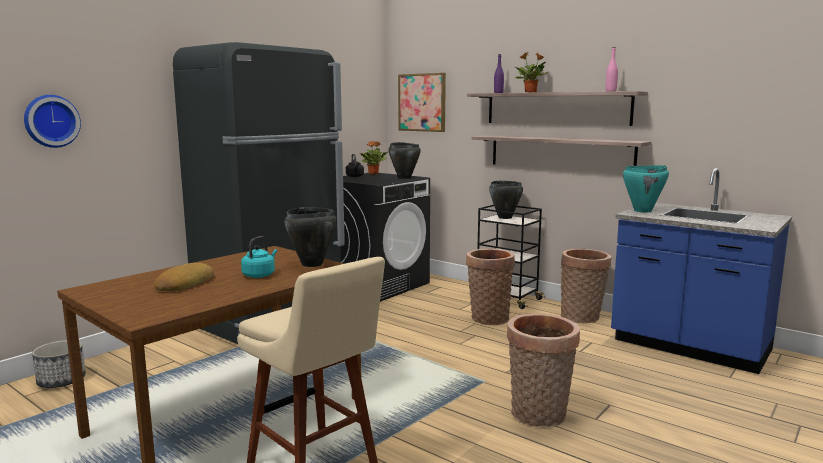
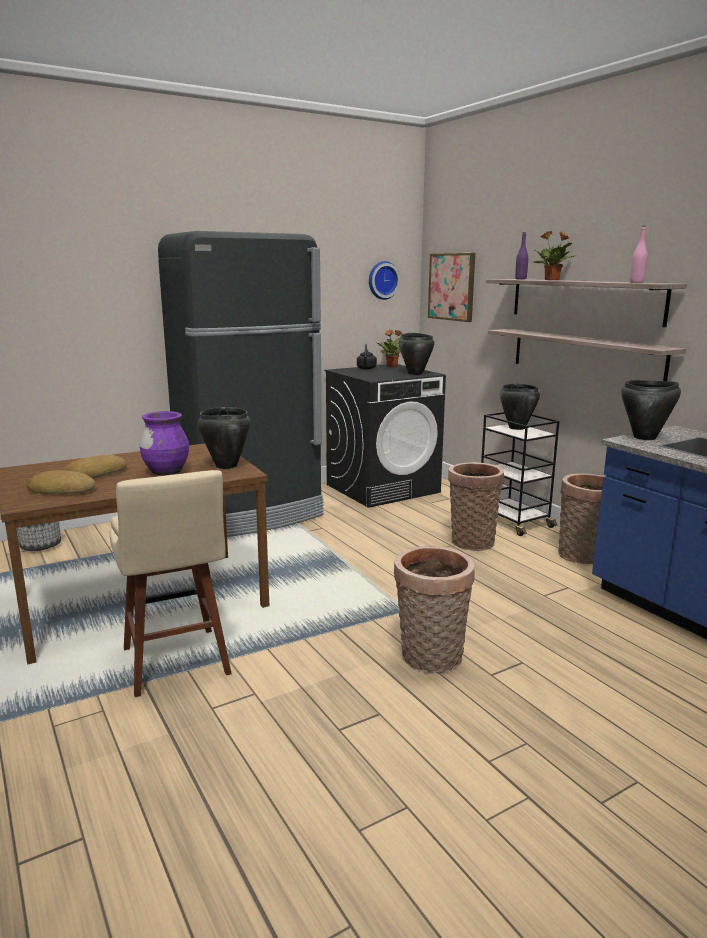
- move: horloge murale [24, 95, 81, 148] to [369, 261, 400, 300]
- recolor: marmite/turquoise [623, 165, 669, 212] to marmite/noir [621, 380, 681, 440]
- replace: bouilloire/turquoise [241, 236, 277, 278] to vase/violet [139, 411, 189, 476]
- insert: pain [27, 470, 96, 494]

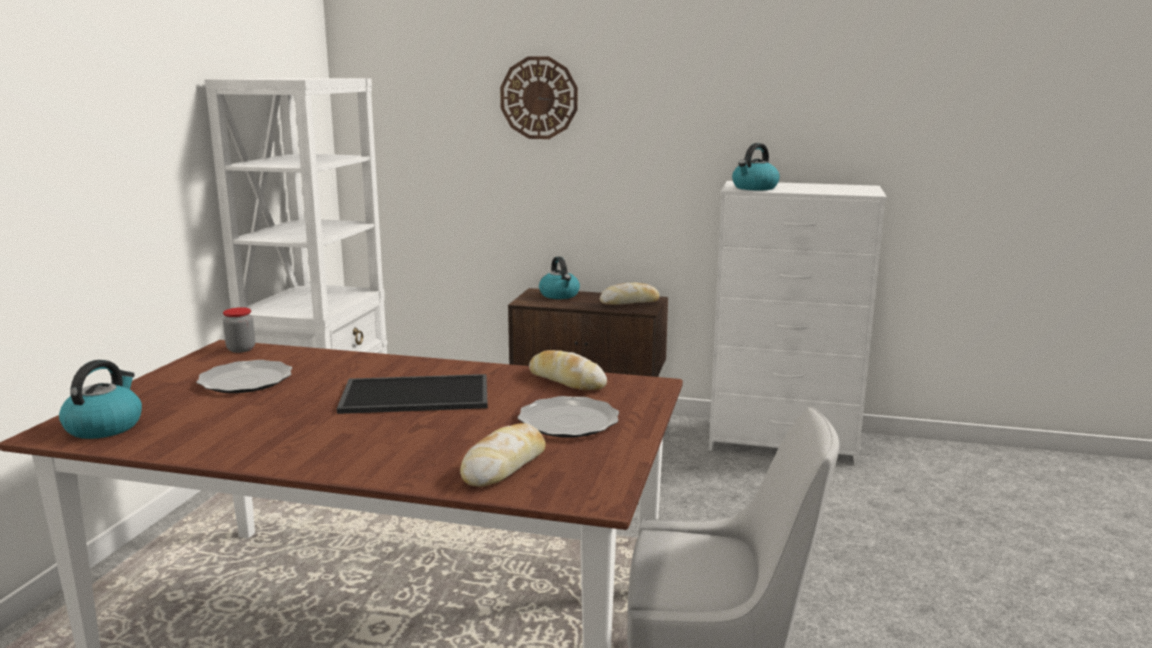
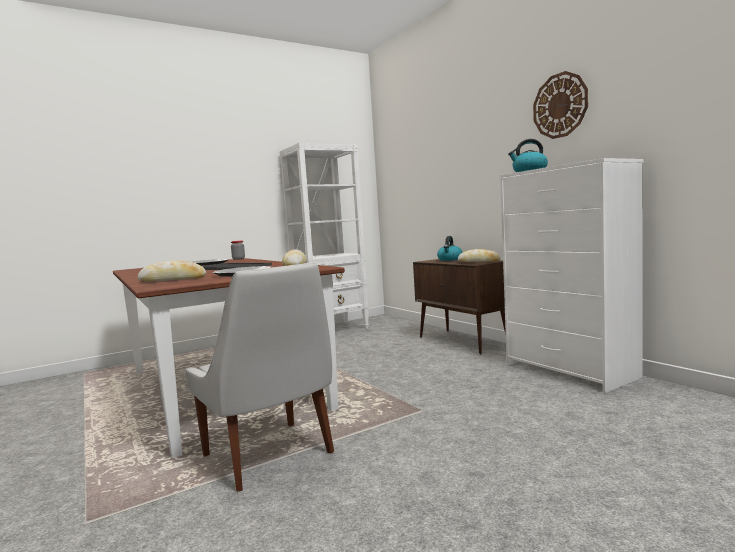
- move: horloge murale [500, 56, 578, 139] to [533, 71, 588, 139]
- delete: bouilloire [59, 360, 142, 439]

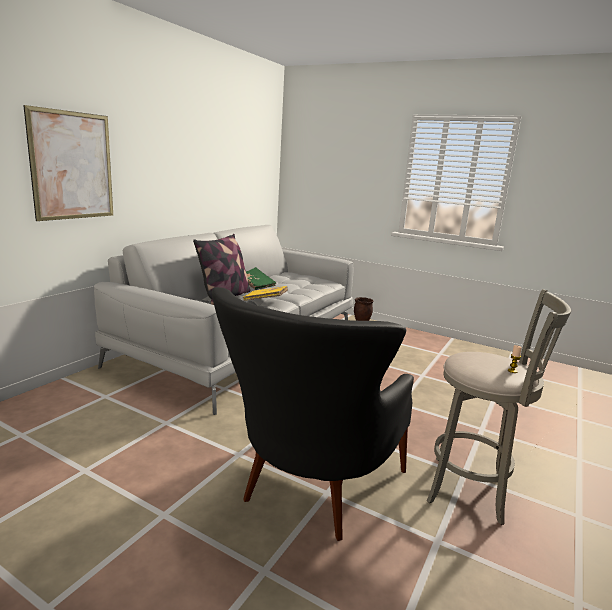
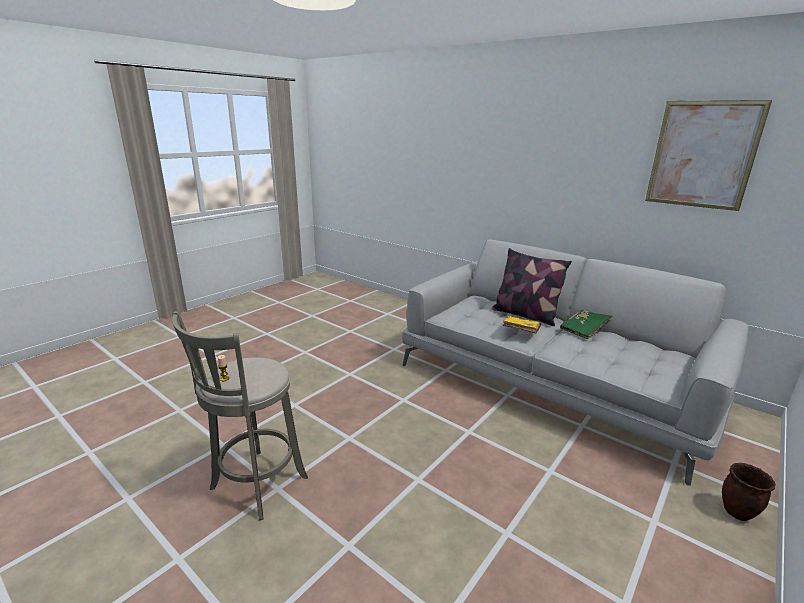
- move: tableau [23, 105, 113, 221] to [645, 100, 772, 211]
- delete: fauteuil/noir [212, 287, 414, 541]

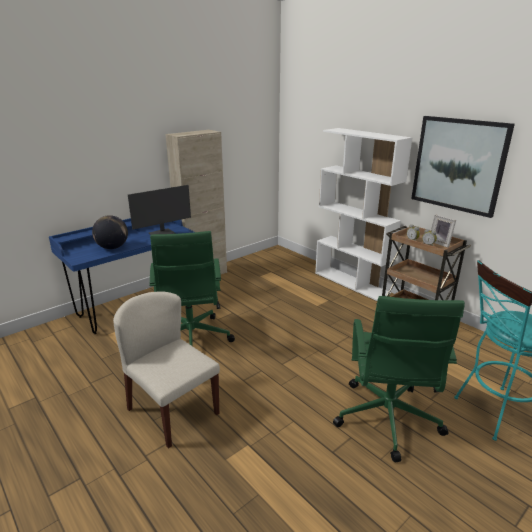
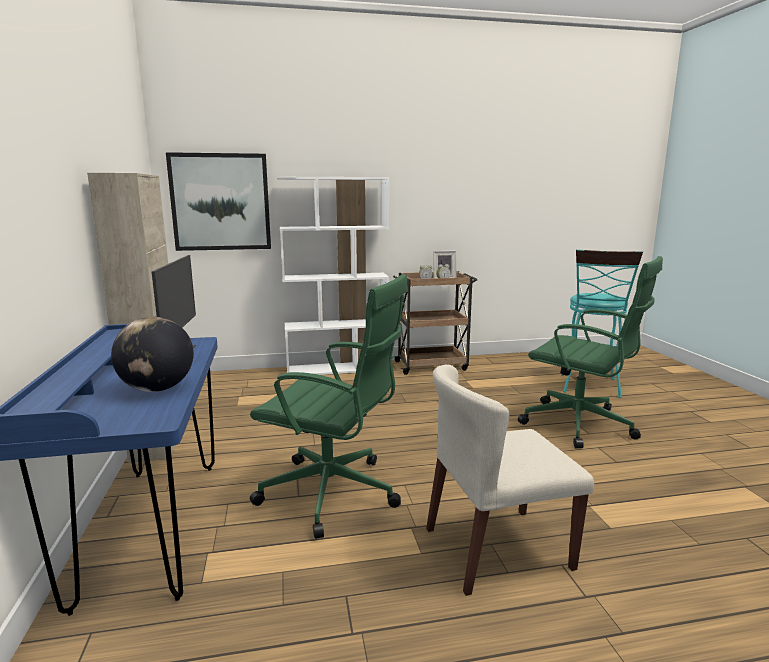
- move: tableau [411, 116, 515, 218] to [166, 152, 271, 251]

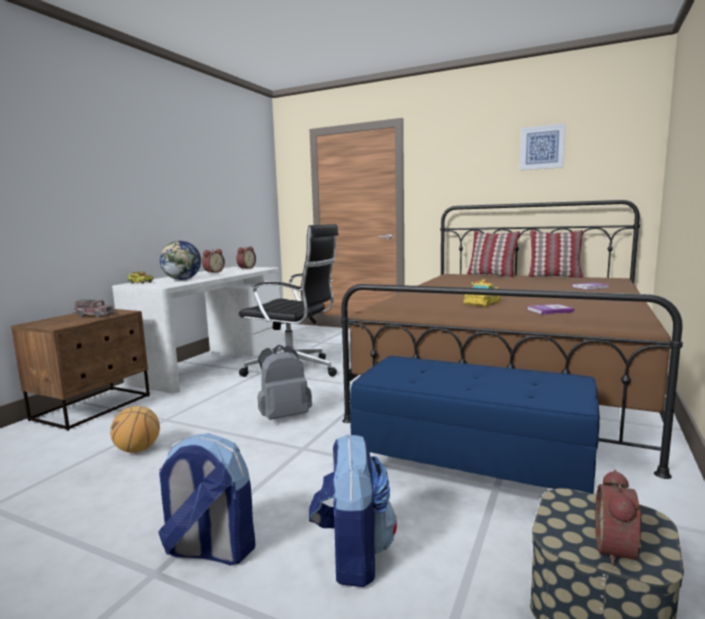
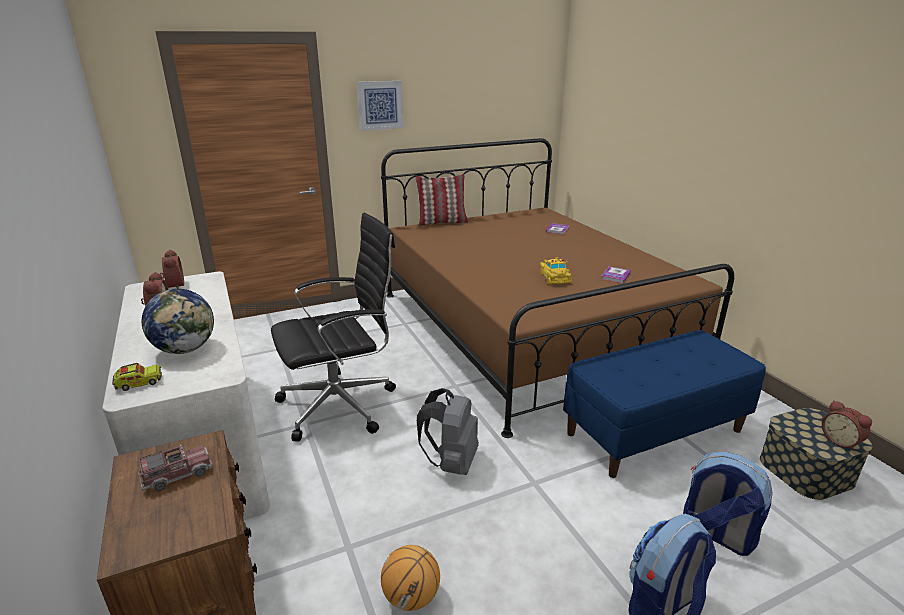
- move: tableau [520, 123, 566, 170] to [357, 81, 403, 131]
- delete: coussin [528, 230, 583, 278]

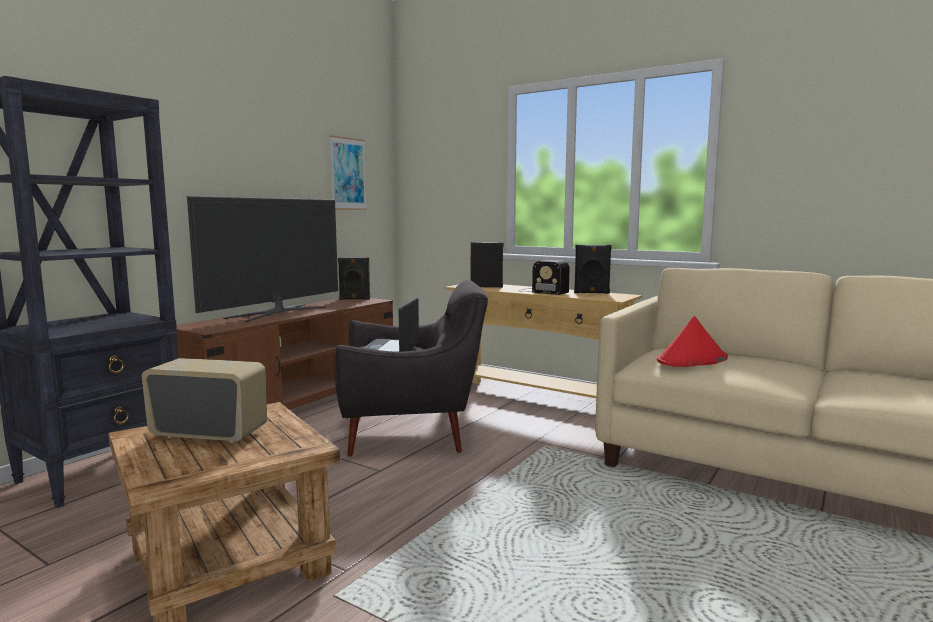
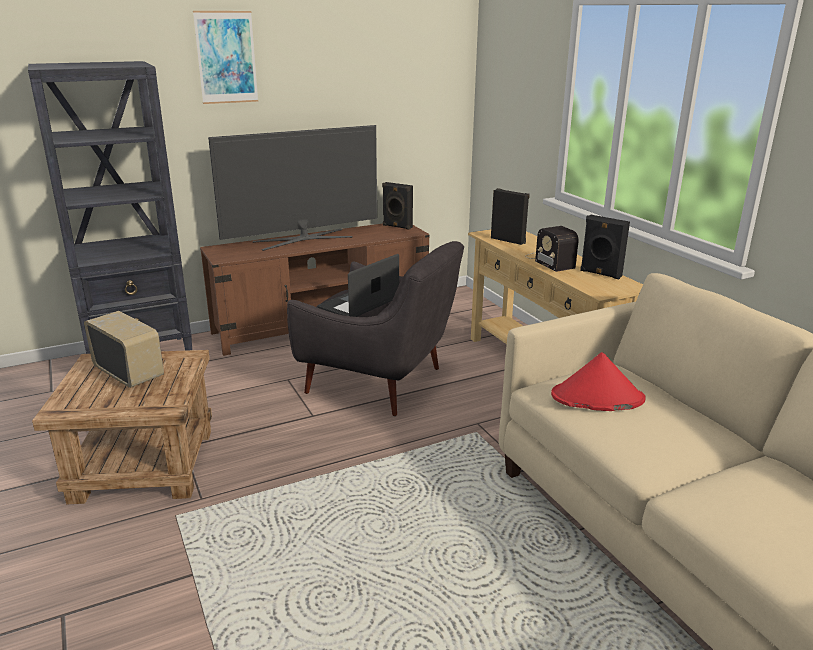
- move: tableau [330, 135, 367, 210] to [193, 11, 258, 104]

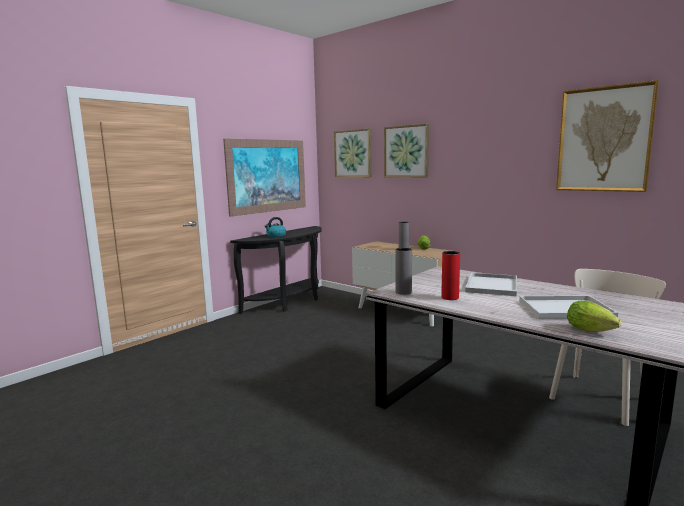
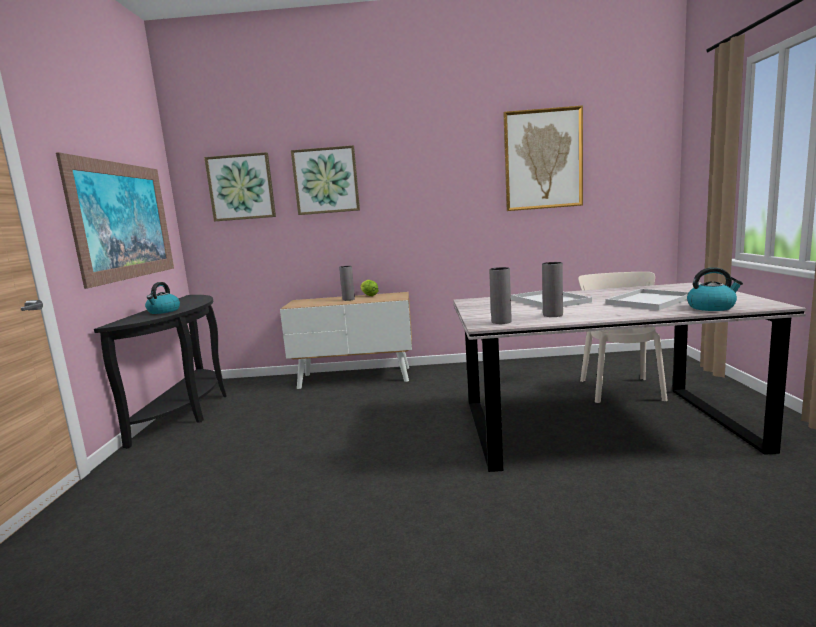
- recolor: vase/rouge [441, 251, 460, 300] to vase/gris [542, 262, 563, 317]
- replace: laitue [567, 301, 621, 332] to bouilloire [687, 267, 743, 311]

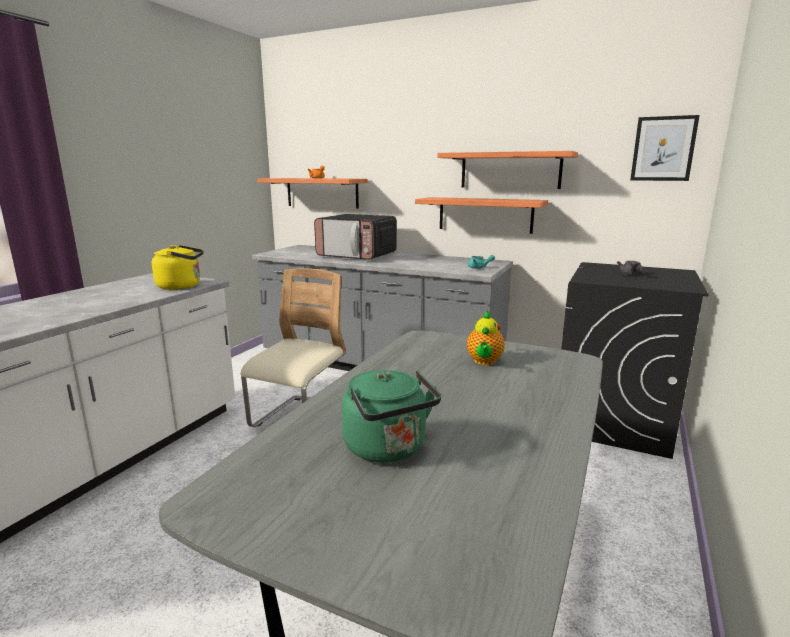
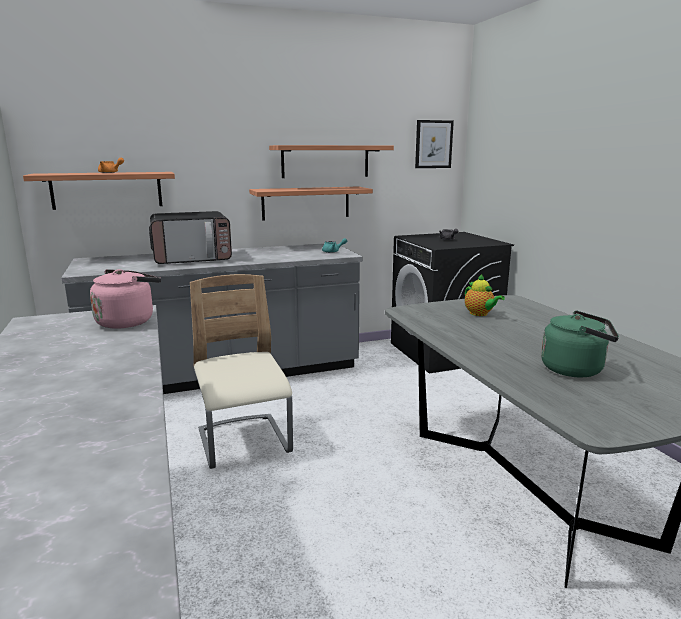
- recolor: bouilloire/jaune [152, 245, 204, 290] to bouilloire/rose [90, 269, 161, 329]

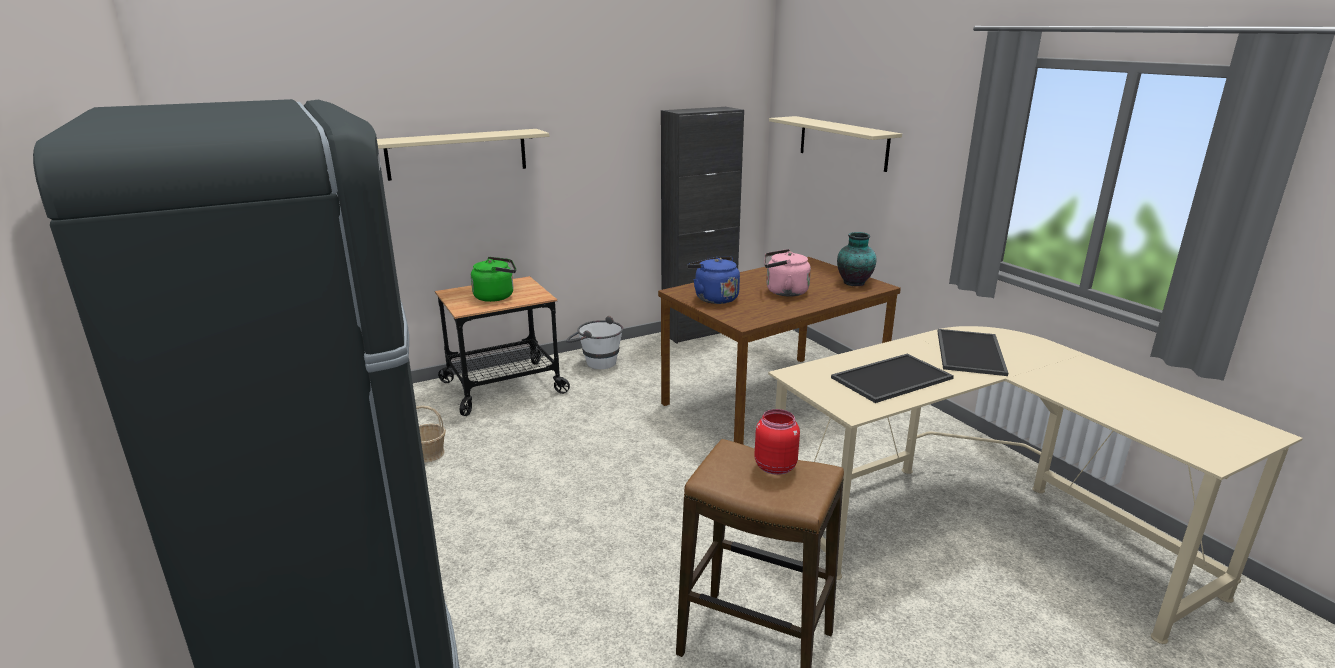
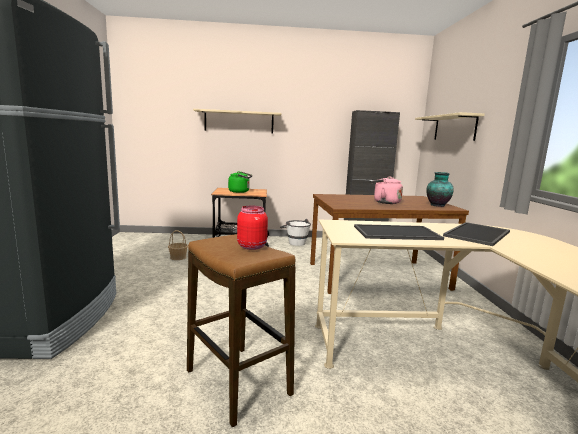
- delete: bouilloire/bleu [687, 257, 740, 304]

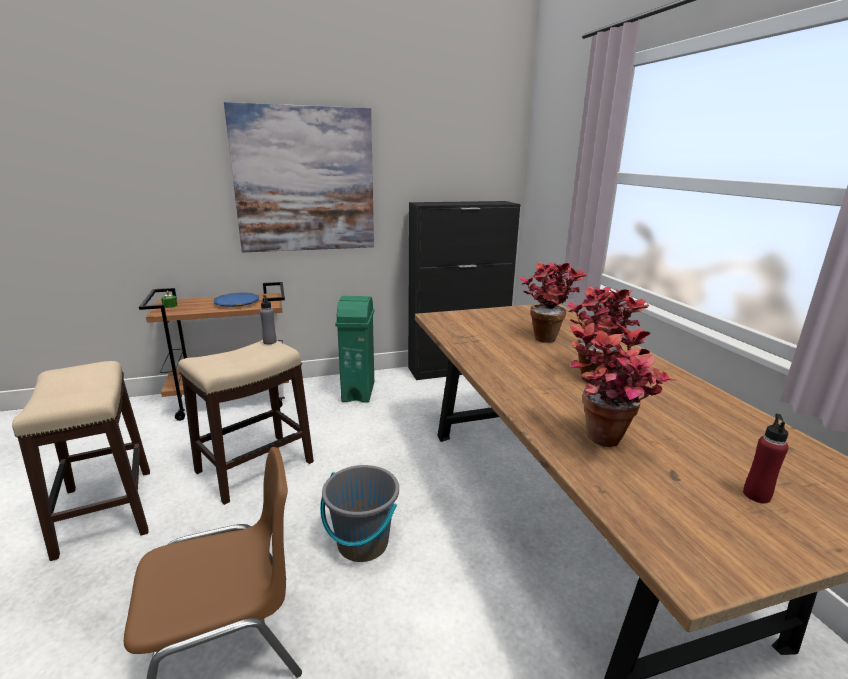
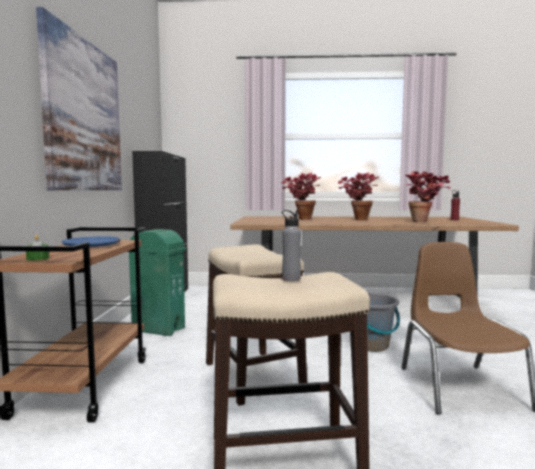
- move: bouteille/gris [260, 295, 276, 344] to [282, 210, 301, 281]

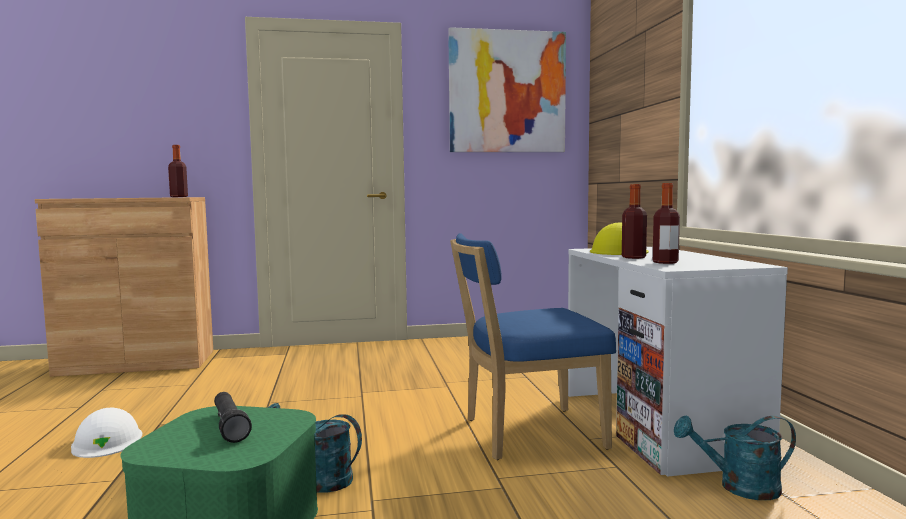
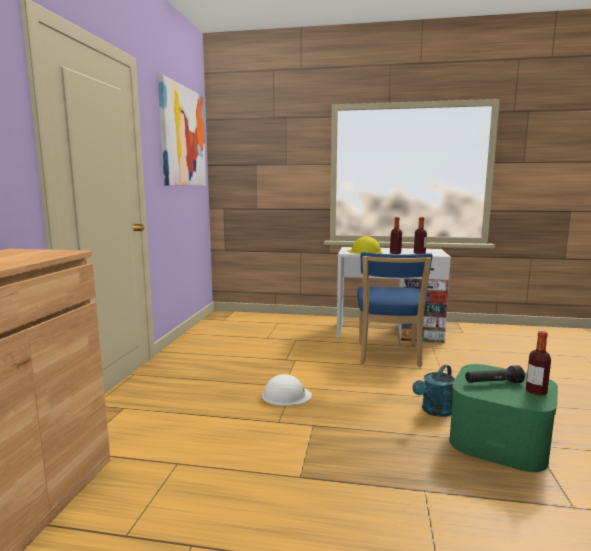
- move: bouteille [168, 145, 188, 197] to [526, 331, 551, 395]
- move: casque de chantier/blanc [71, 408, 142, 458] to [262, 374, 312, 406]
- delete: arrosoir/turquoise [674, 416, 796, 500]

